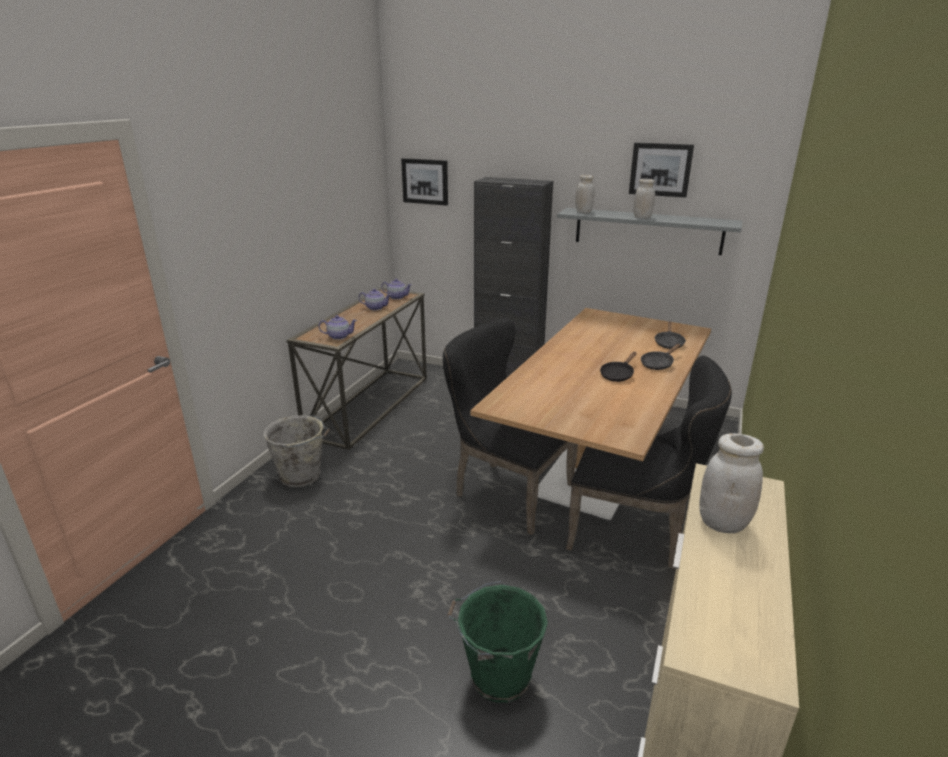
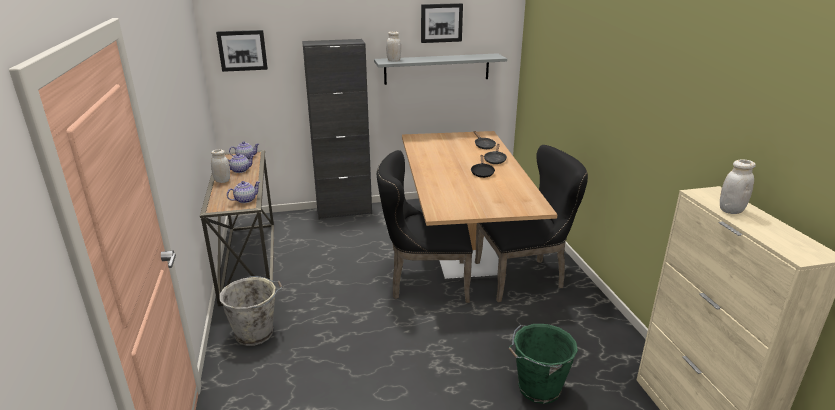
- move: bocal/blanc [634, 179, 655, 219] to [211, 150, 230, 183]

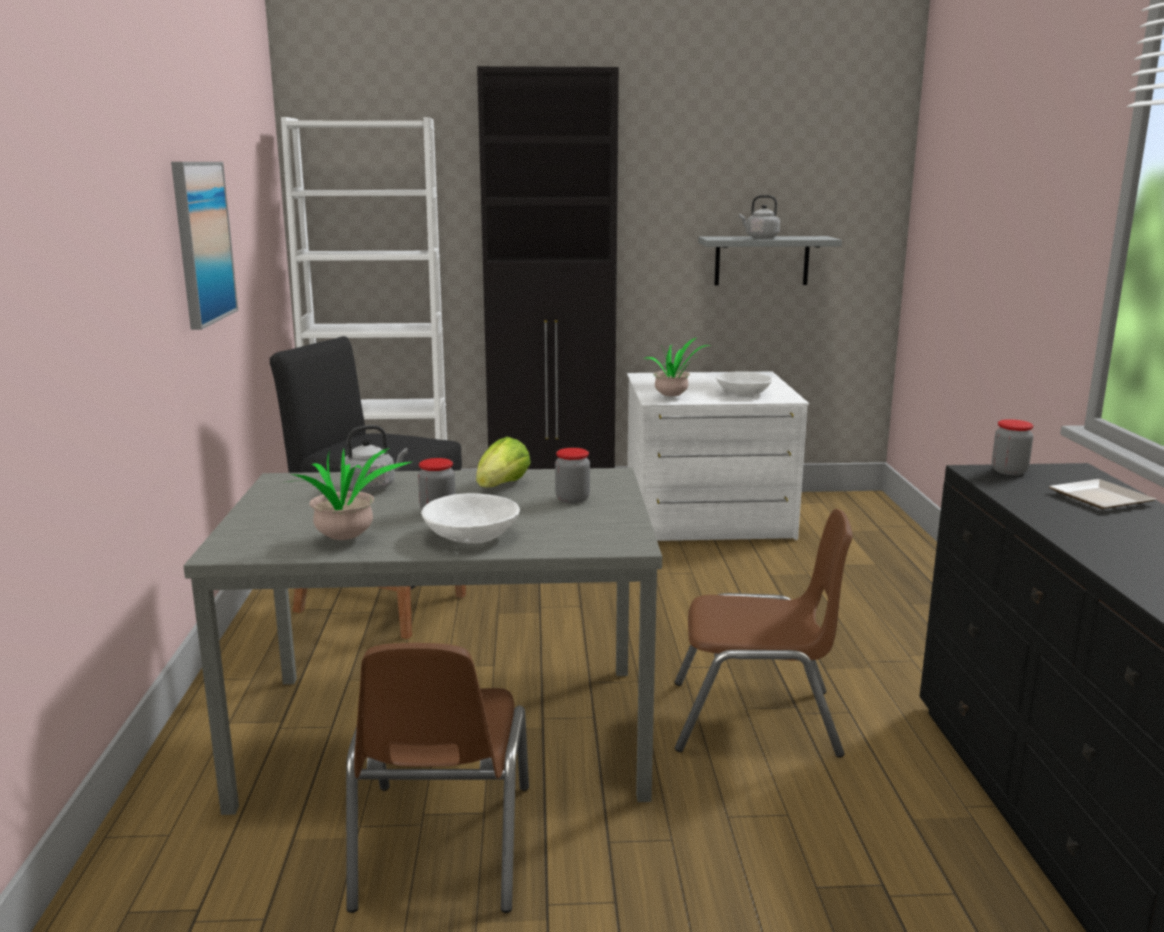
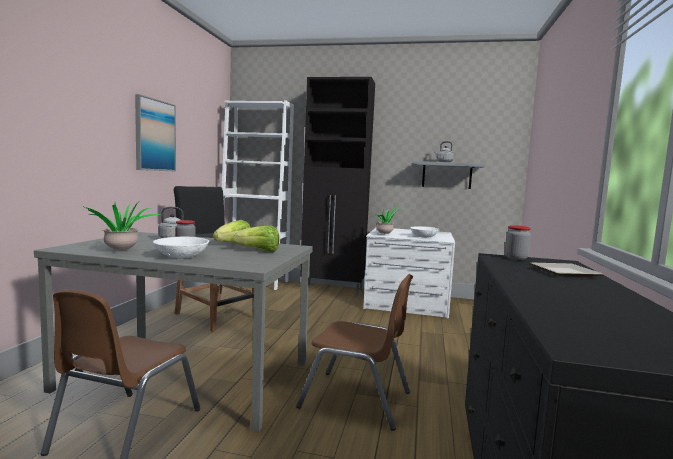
- replace: bocal [555, 448, 590, 504] to laitue [234, 225, 279, 252]

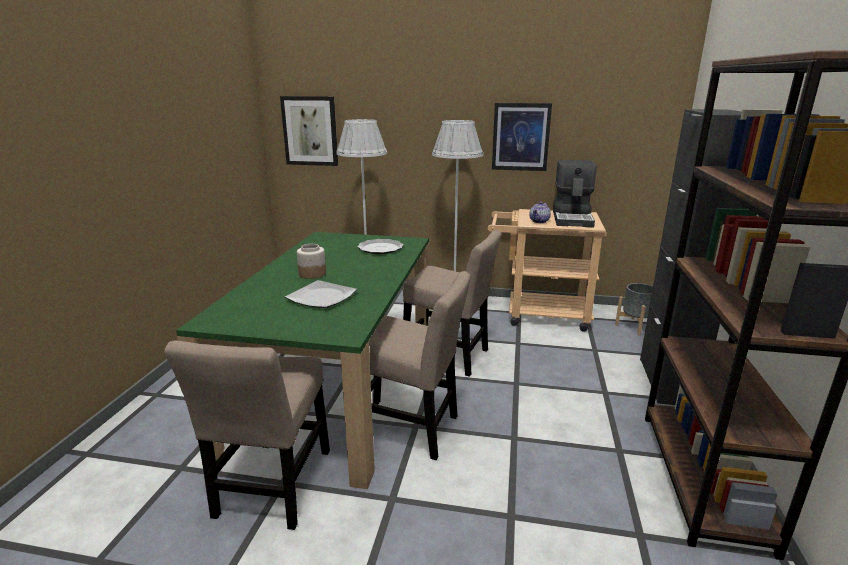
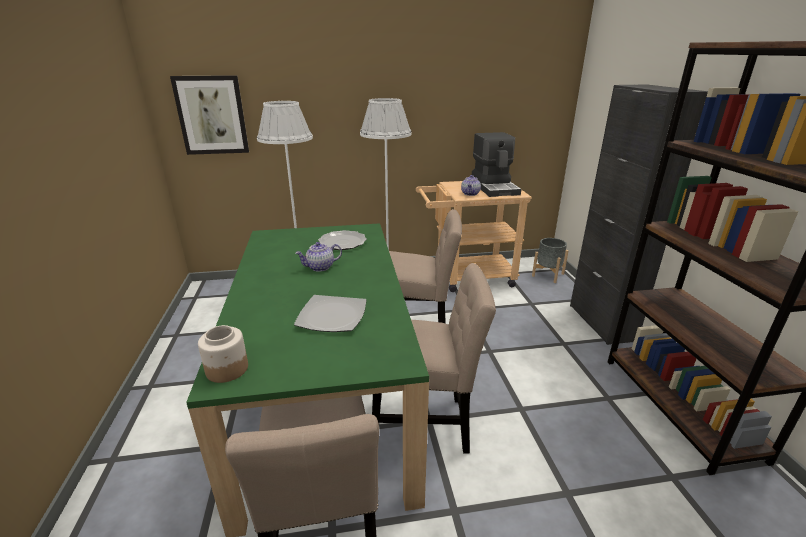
- delete: tableau [492, 103, 552, 171]
- move: bocal [297, 244, 326, 279] to [198, 325, 248, 383]
- insert: théière [295, 242, 342, 272]

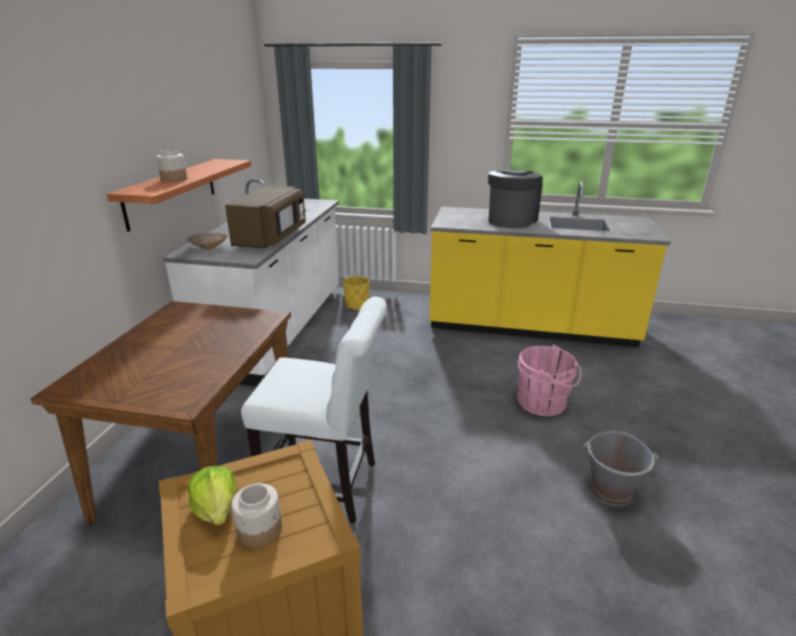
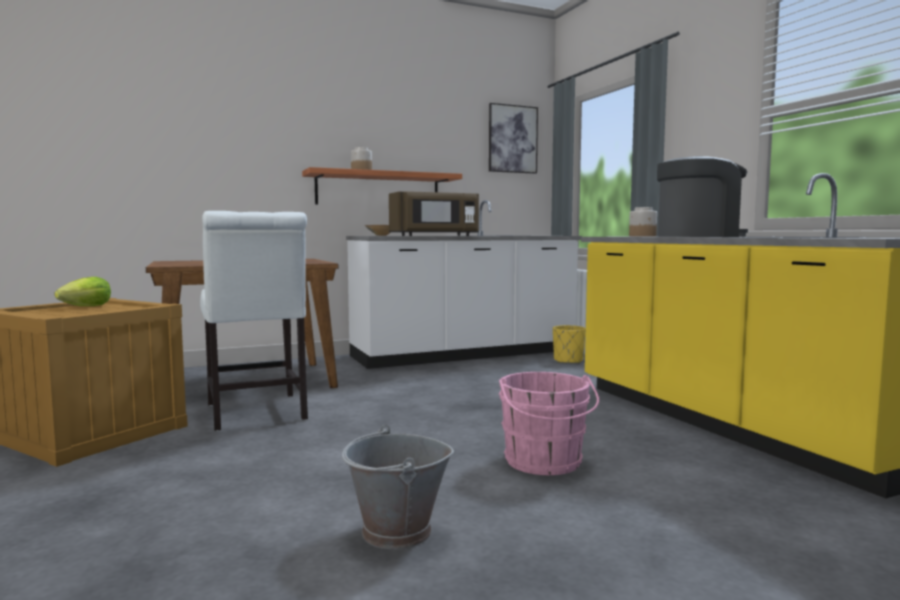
- move: bocal [232, 483, 282, 548] to [629, 207, 657, 236]
- insert: tableau [489, 103, 538, 174]

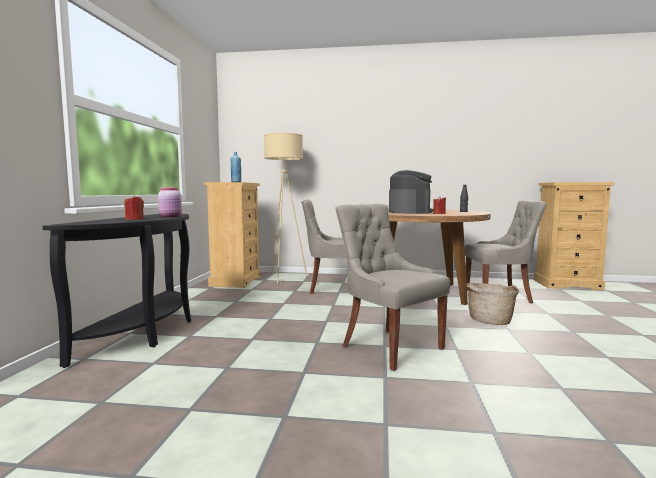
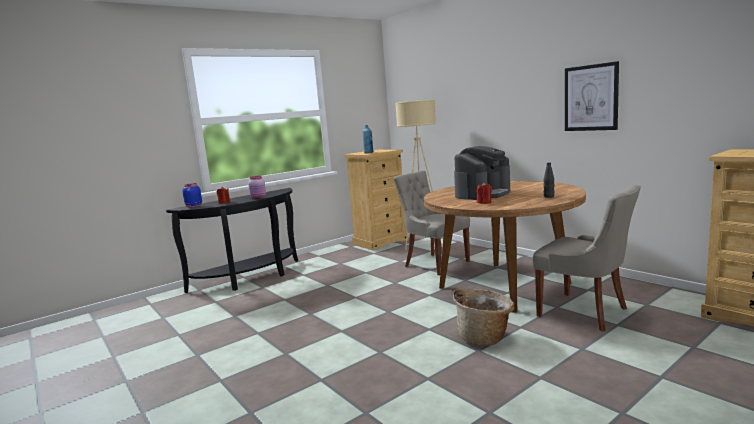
- delete: chaise/gris [336, 204, 450, 371]
- insert: tableau [565, 61, 619, 131]
- insert: bocal/bleu [182, 183, 202, 208]

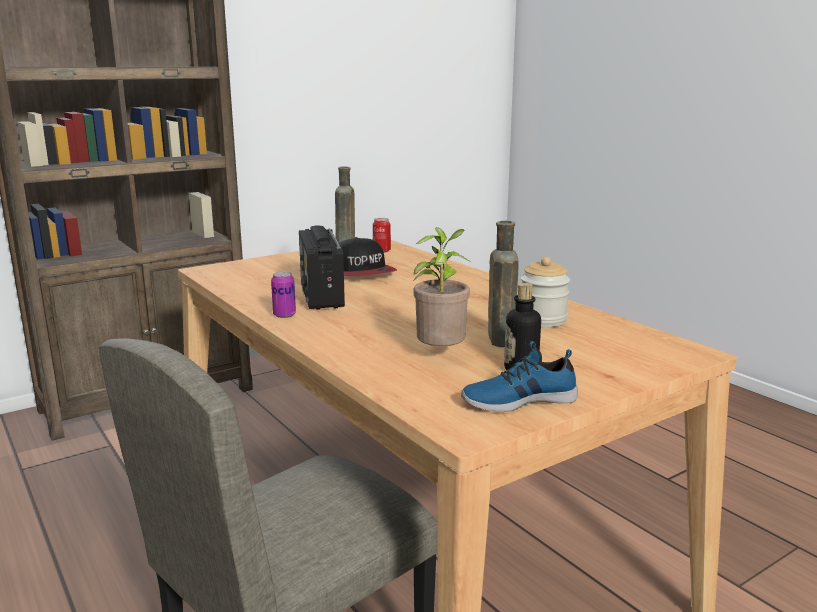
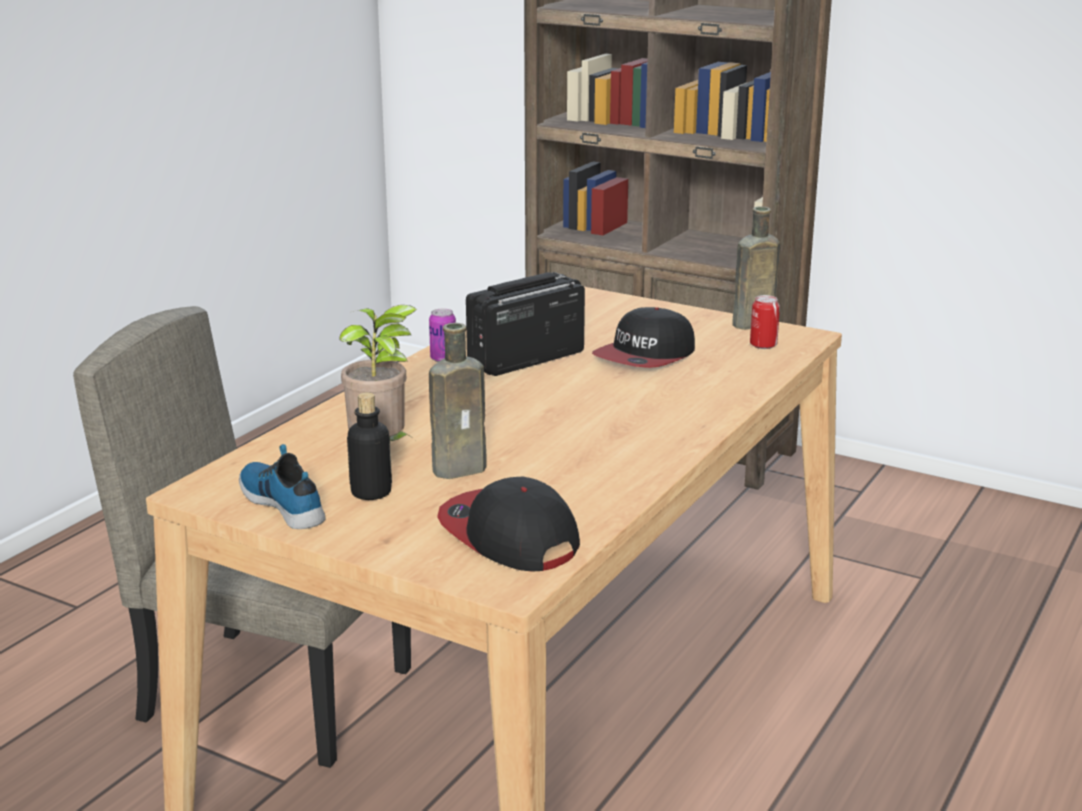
- delete: bocal [520, 257, 570, 327]
- insert: casquette [437, 476, 580, 571]

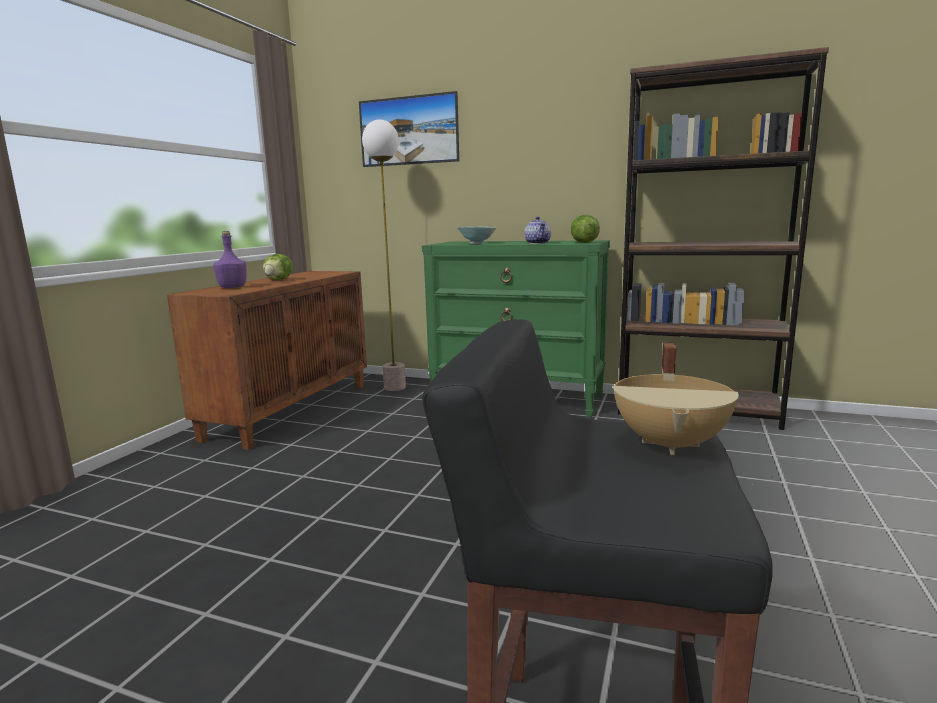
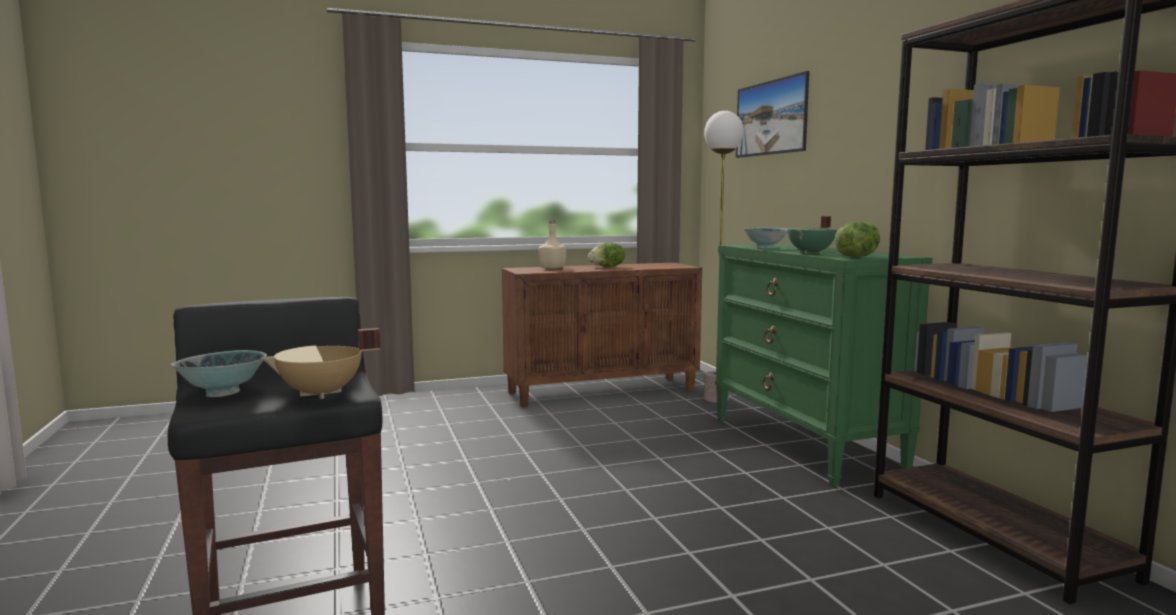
- replace: théière [524, 217, 551, 244] to marmite/vert [787, 216, 837, 254]
- recolor: bouteille/violet [213, 231, 247, 288] to bouteille/beige [538, 220, 567, 269]
- insert: bol [171, 350, 267, 397]

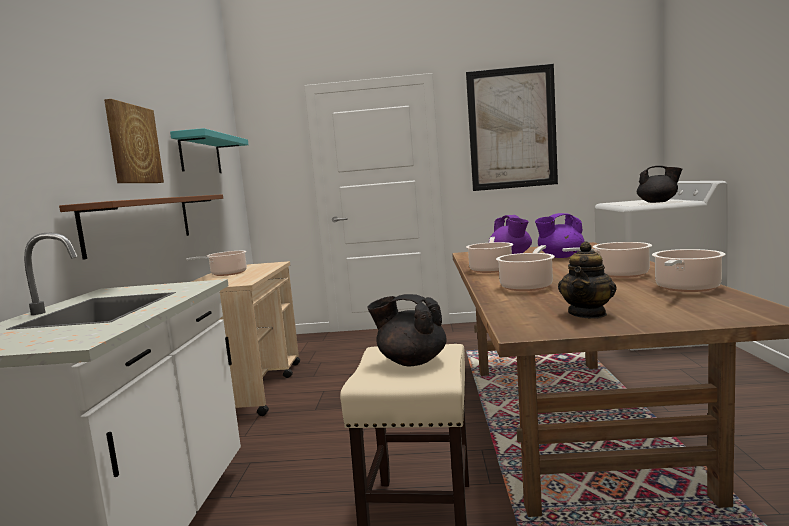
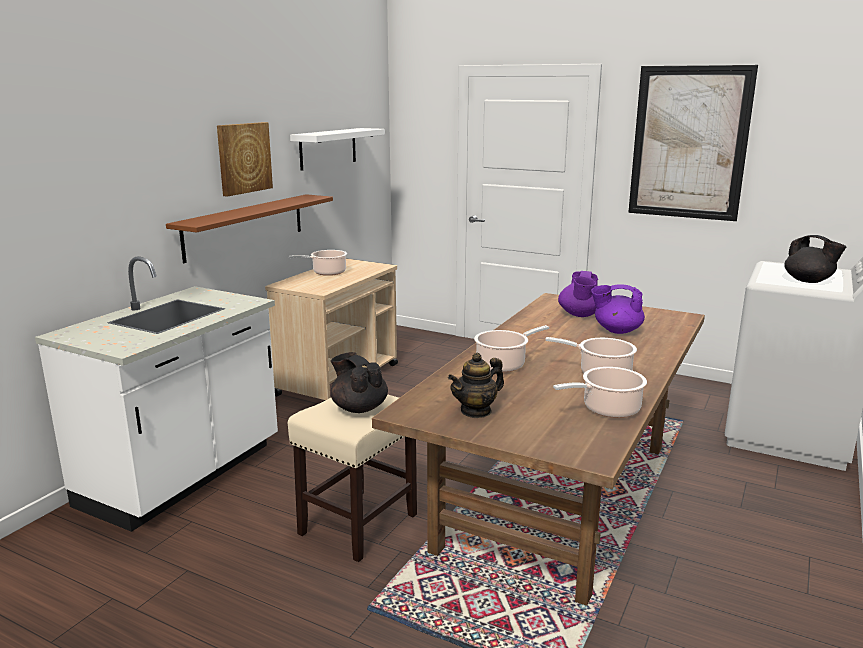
- recolor: étagère/turquoise [170, 128, 248, 173] to étagère/blanc [290, 128, 385, 171]
- delete: marmite [466, 237, 514, 273]

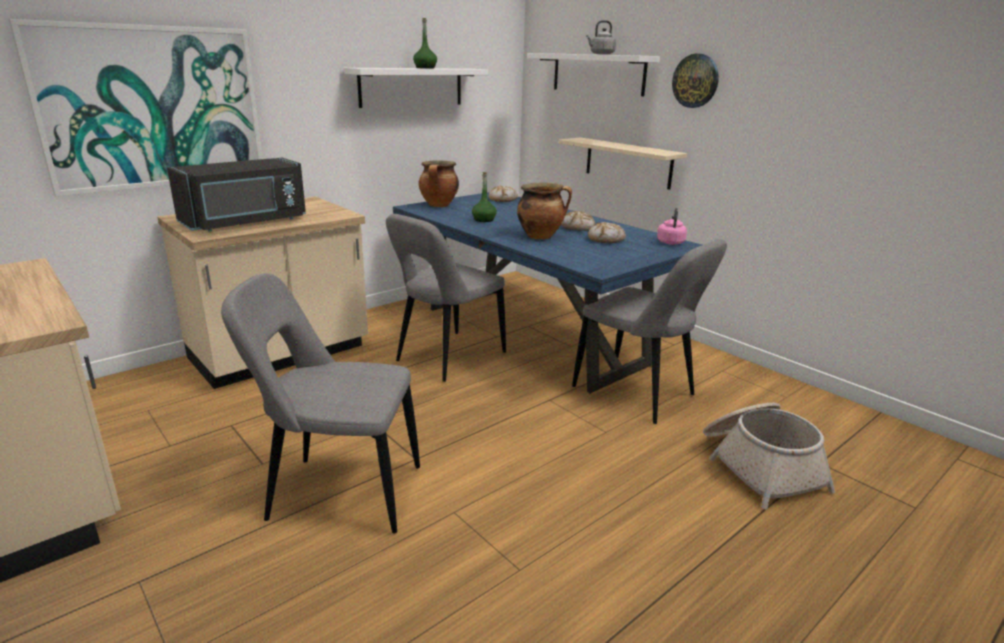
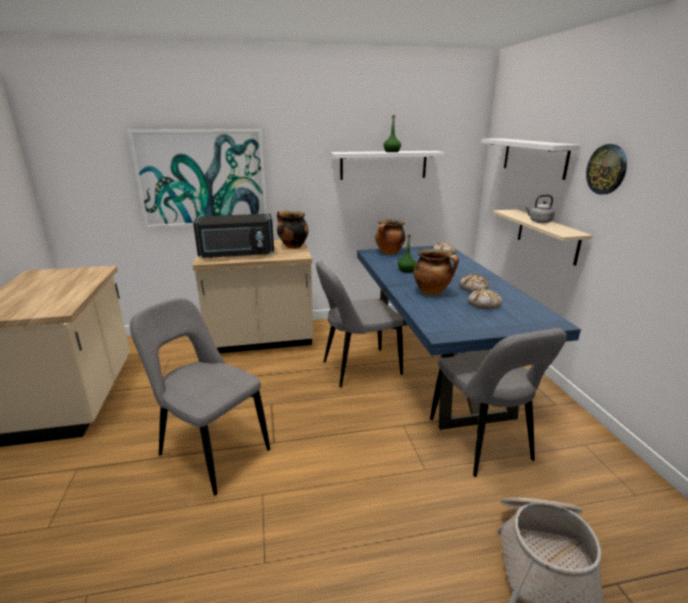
- move: bouilloire/gris [586, 20, 616, 55] to [525, 195, 555, 223]
- delete: bouilloire/rose [657, 208, 687, 245]
- insert: marmite [277, 211, 309, 248]

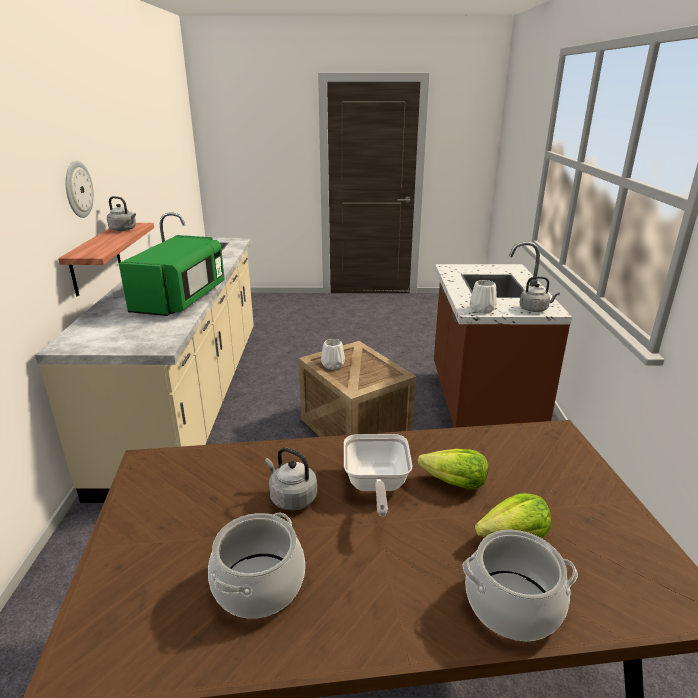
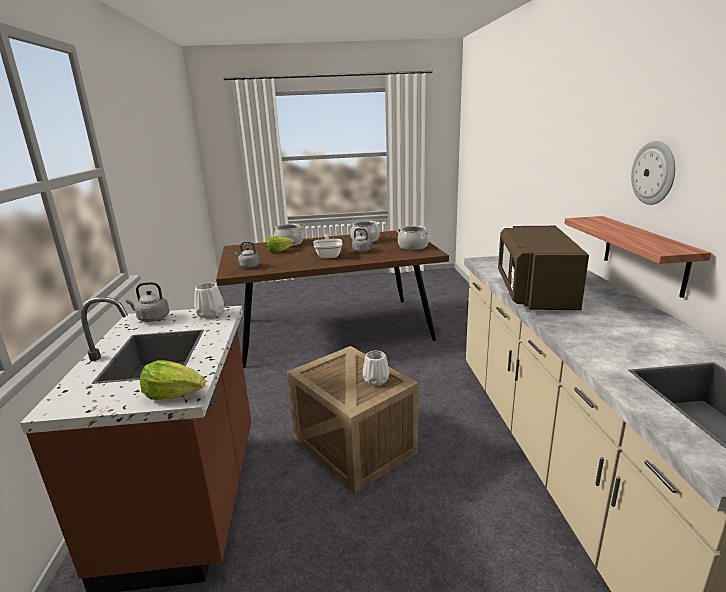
- move: bouilloire/gris [107, 196, 136, 231] to [234, 242, 260, 268]
- recolor: micro-ondes/vert [119, 235, 225, 316] to micro-ondes/marron [498, 226, 589, 310]
- move: laitue [417, 449, 488, 490] to [140, 360, 206, 400]
- insert: marmite [397, 225, 430, 250]

